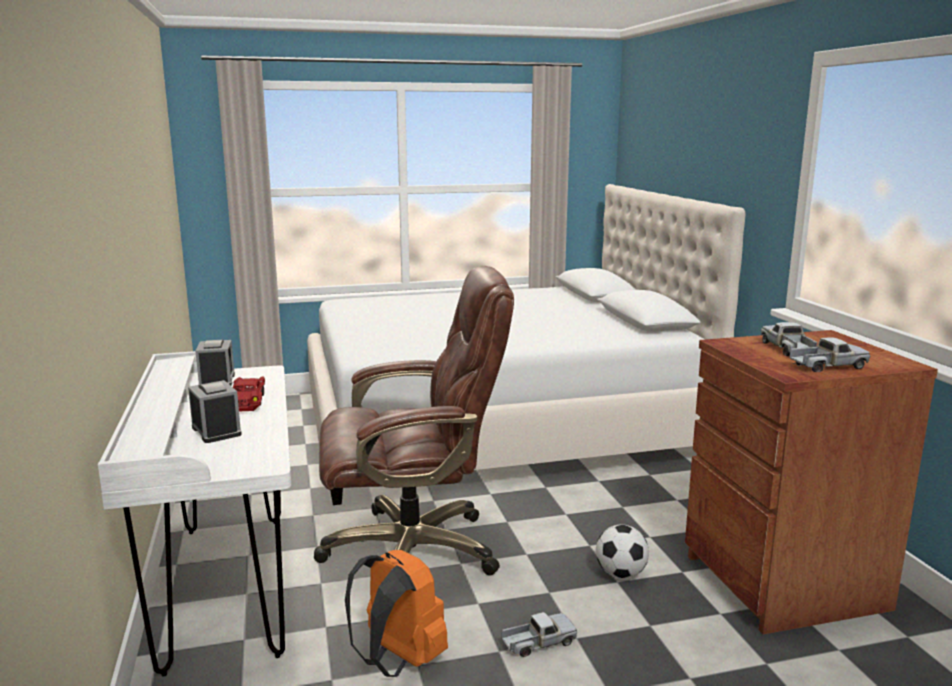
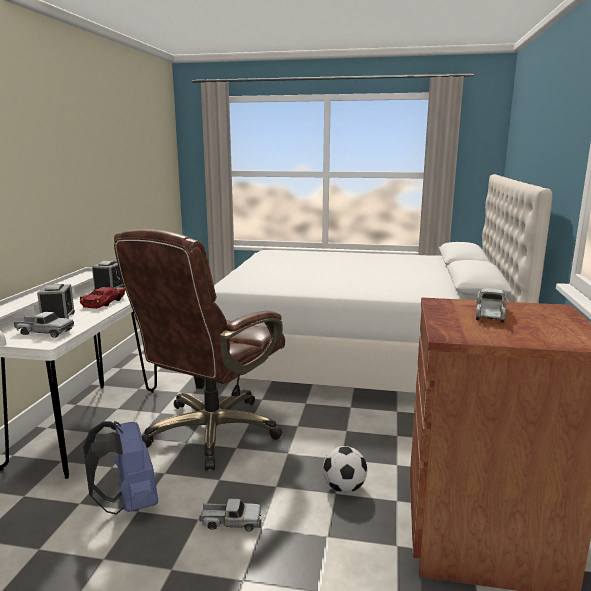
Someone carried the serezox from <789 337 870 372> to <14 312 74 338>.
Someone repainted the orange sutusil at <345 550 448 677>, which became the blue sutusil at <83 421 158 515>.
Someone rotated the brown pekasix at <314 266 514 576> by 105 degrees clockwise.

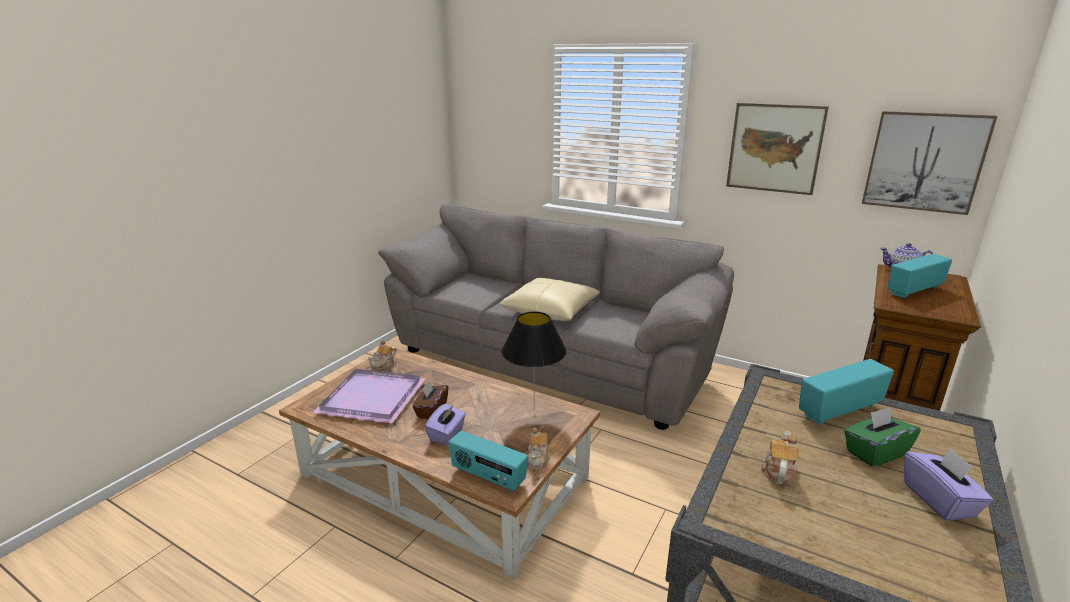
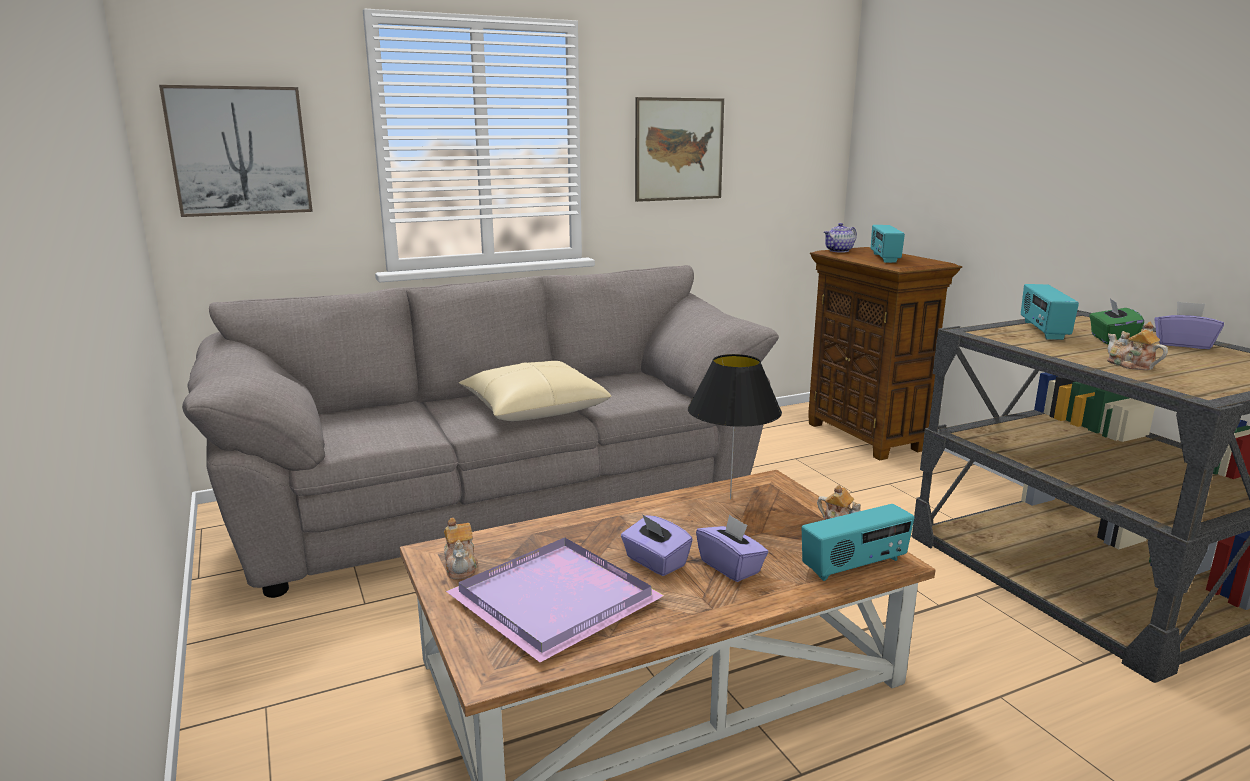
Someone carried the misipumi from <862 111 997 215> to <159 85 313 217>.
Someone repainted the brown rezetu at <412 381 448 419>, which became the purple rezetu at <621 514 693 576>.

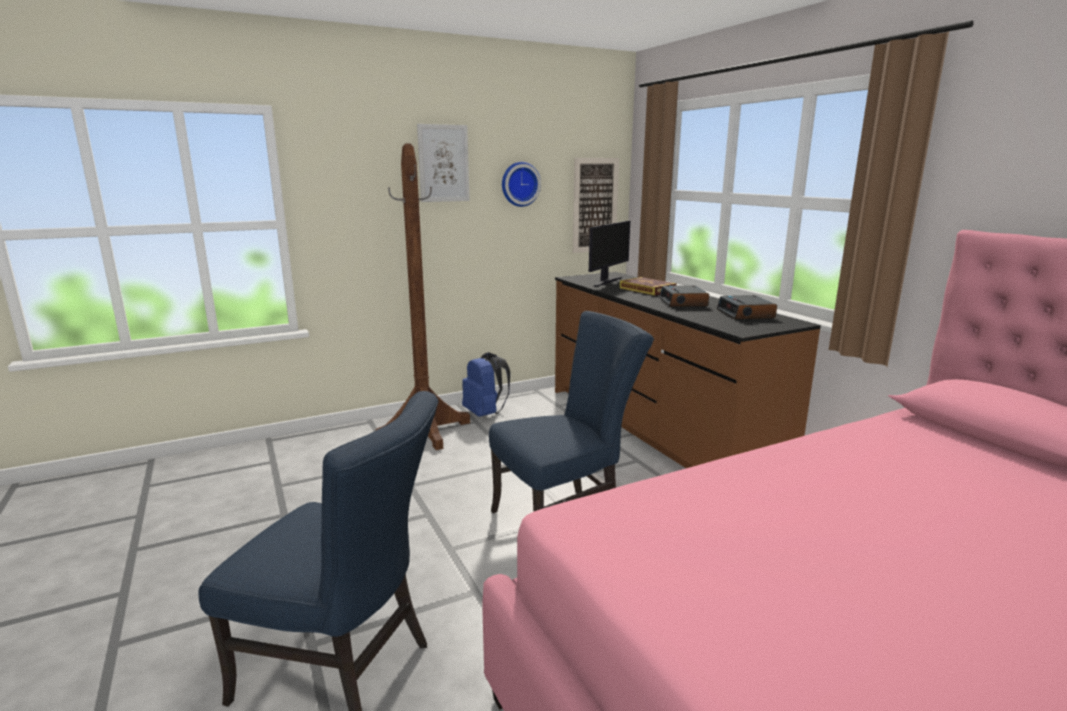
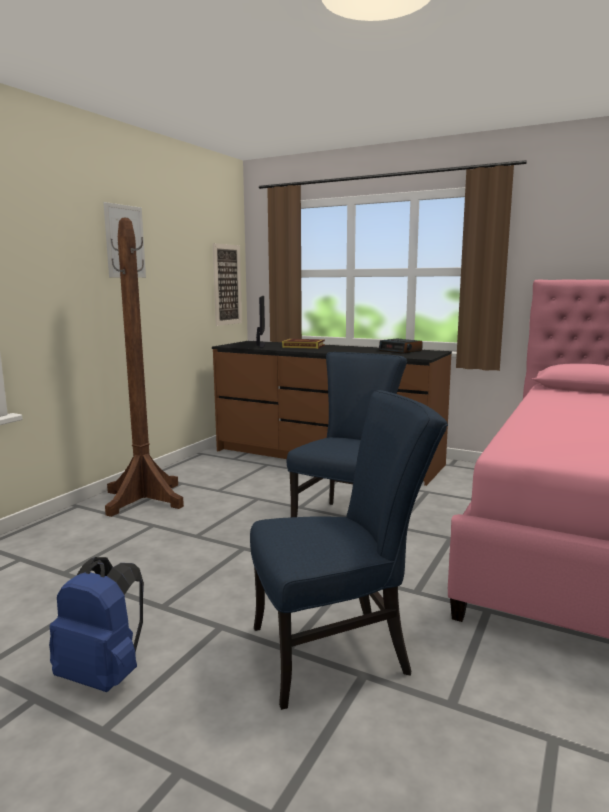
Someone carried the blue sutusil from <462 352 510 417> to <49 557 144 692>.
Someone took away the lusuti at <502 162 541 207>.
Someone took away the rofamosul at <659 285 709 307>.

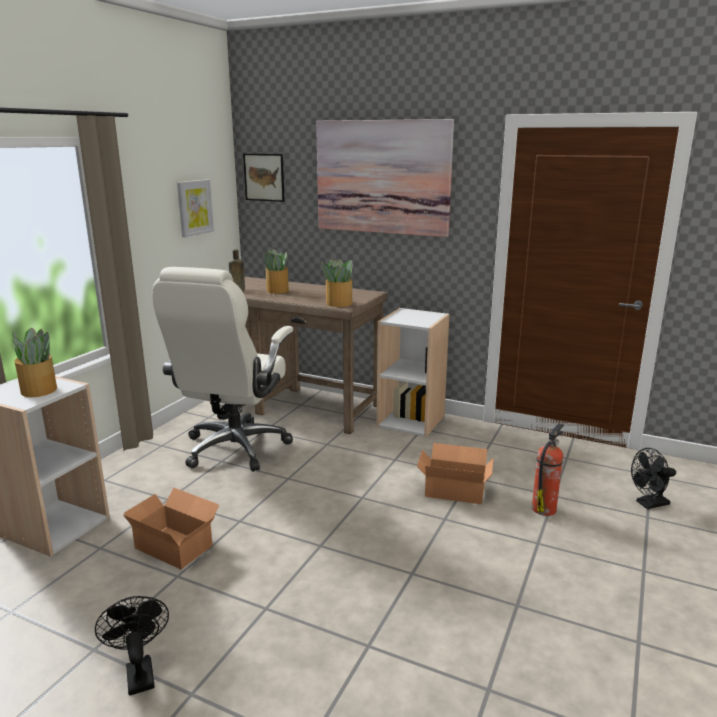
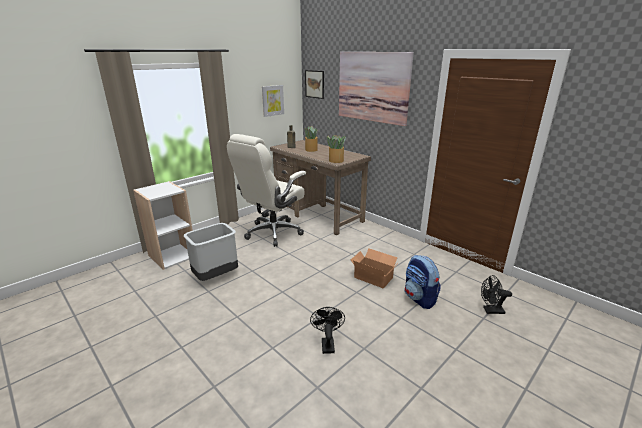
Someone swapped the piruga at <123 487 219 569> for the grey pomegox at <184 223 238 281>.
Someone carried the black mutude from <95 596 169 696> to <310 307 345 354>.
Someone swapped the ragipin at <532 423 564 516> for the sutusil at <405 255 441 309>.
Someone took away the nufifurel at <9 328 57 397>.
Someone took away the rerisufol at <377 308 450 437>.

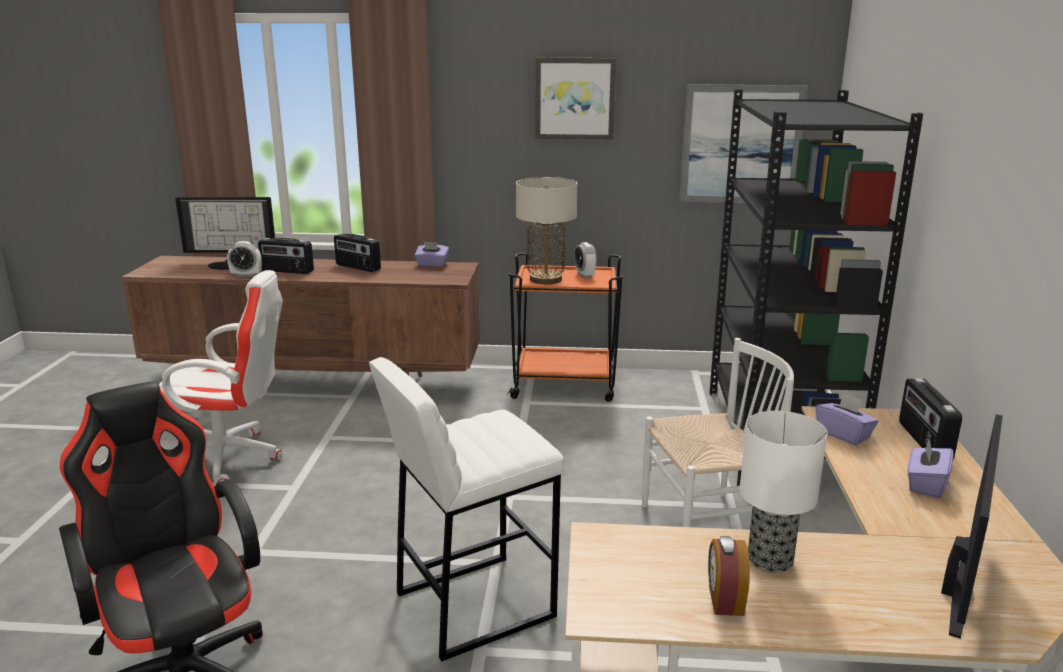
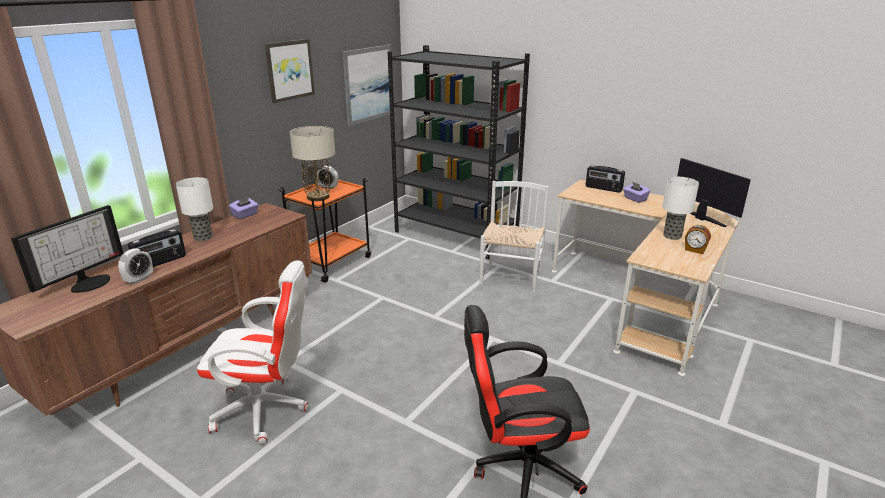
Someone swapped the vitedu at <334 233 381 272> for the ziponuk at <176 177 213 241>.
Someone rotated the white pekasix at <159 270 283 483> by 60 degrees clockwise.
Someone took away the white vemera at <369 357 564 661>.
Someone took away the purple rezetu at <816 393 878 445>.

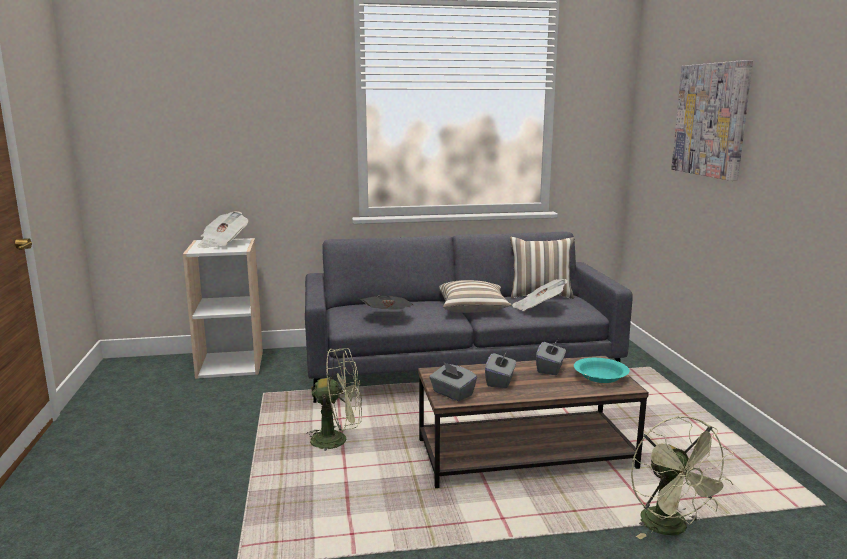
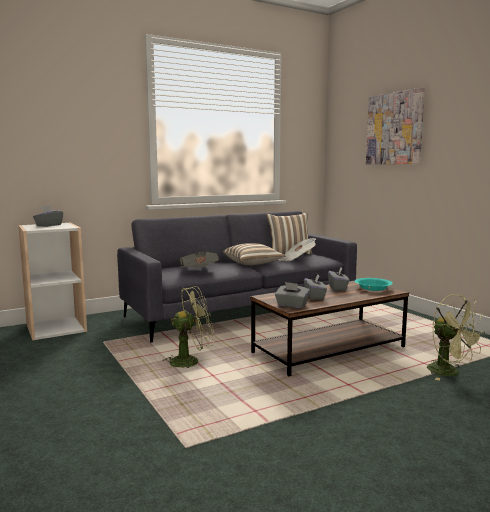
Someone swapped the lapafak at <197 211 248 248> for the grey rezetu at <33 205 63 227>.

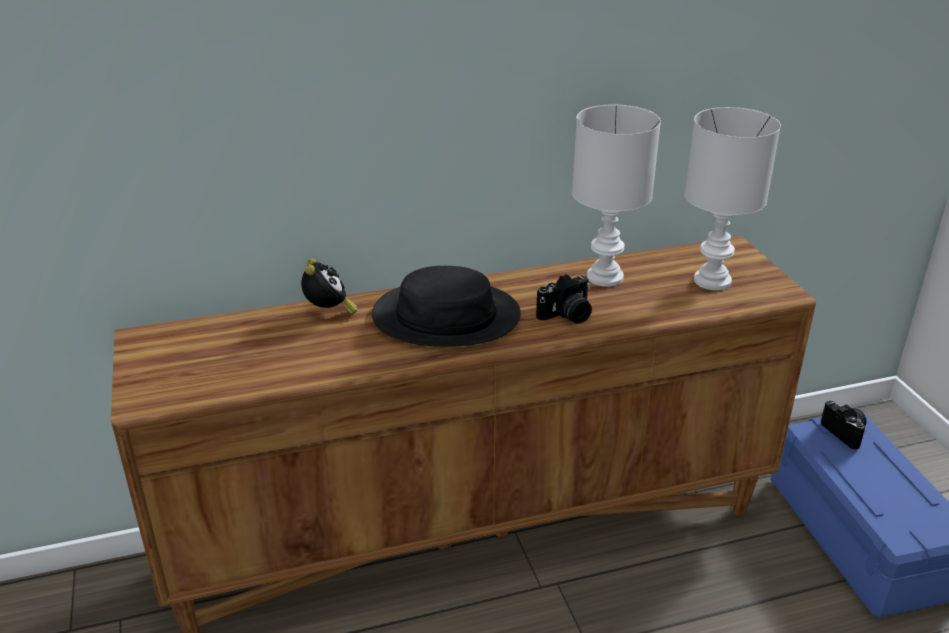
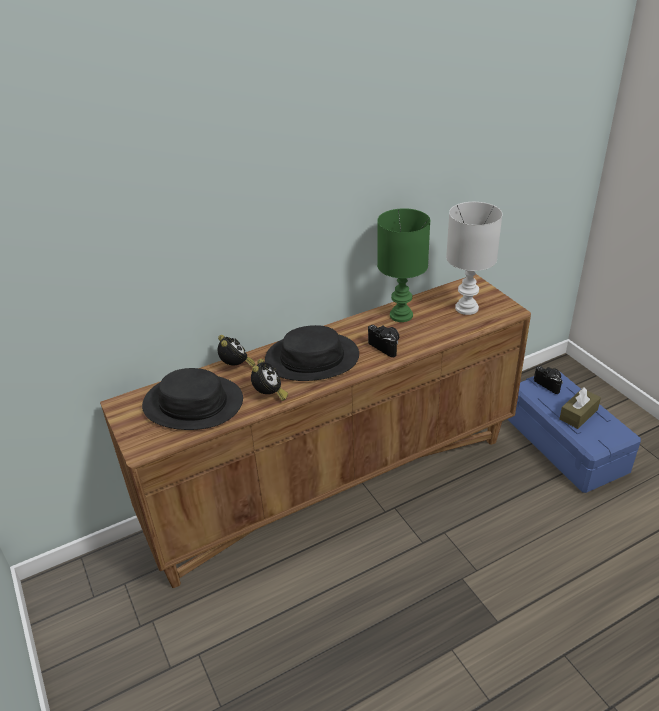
Someone put down the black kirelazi at <142 368 243 430>.
Someone put down the rofamosul at <251 359 288 401>.
Someone rotated the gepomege at <536 274 592 324> by 90 degrees counterclockwise.
Someone repainted the white ziponuk at <572 104 661 287>, which became the green ziponuk at <377 208 430 322>.
Someone put down the brown rezetu at <559 387 601 429>.

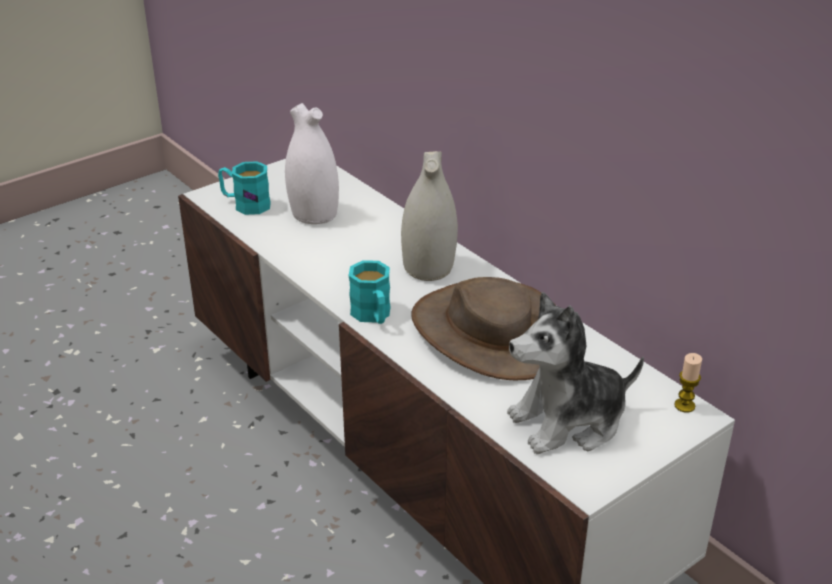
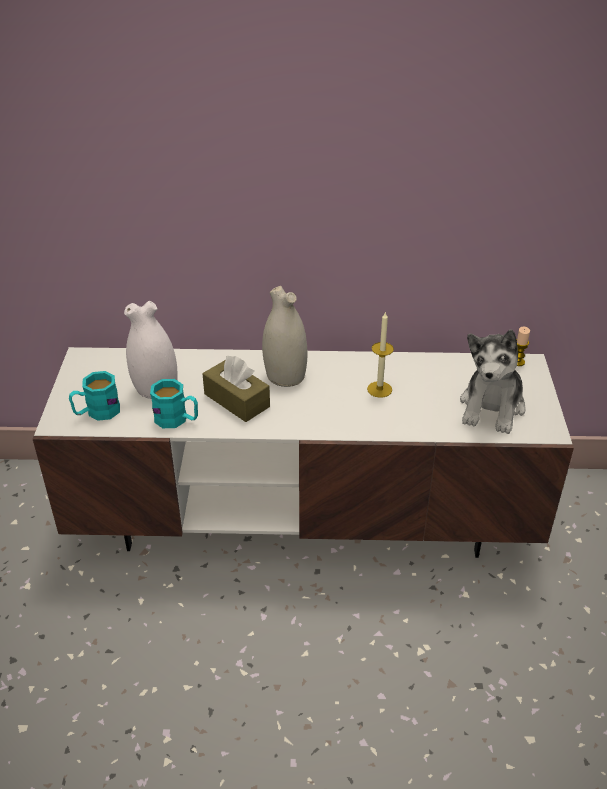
Someone carried the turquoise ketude from <349 260 391 324> to <150 379 198 428>.
Someone put down the brown rezetu at <202 356 270 422>.
Someone swapped the brown kirelazi at <411 277 554 380> for the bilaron at <367 311 394 398>.

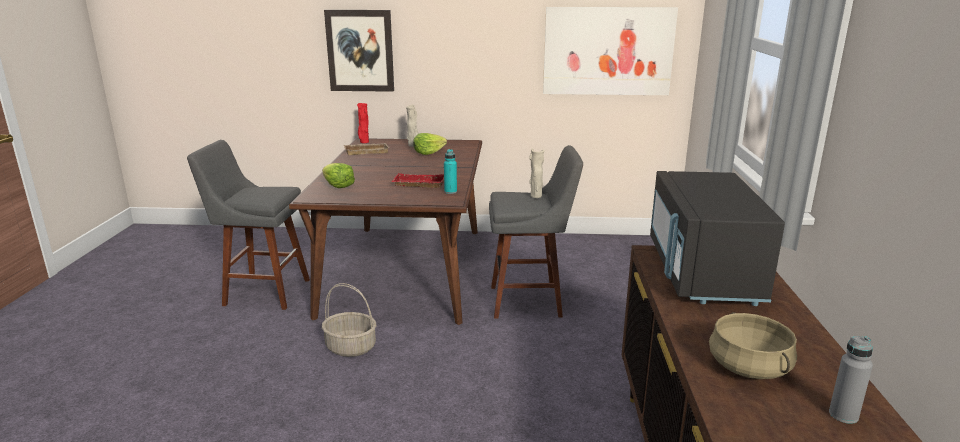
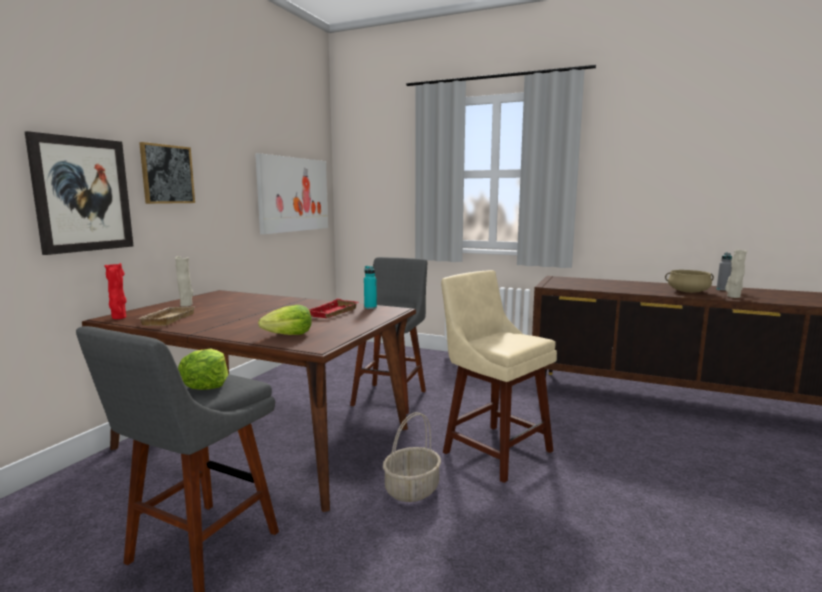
Someone put up the misipumi at <139 142 195 204>.
Someone carried the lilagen from <413 133 447 155> to <178 349 228 390>.
Someone put down the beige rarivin at <441 270 557 483>.
Someone carried the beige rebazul from <529 148 545 198> to <725 250 747 298>.
Someone took away the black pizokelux at <650 171 785 306>.

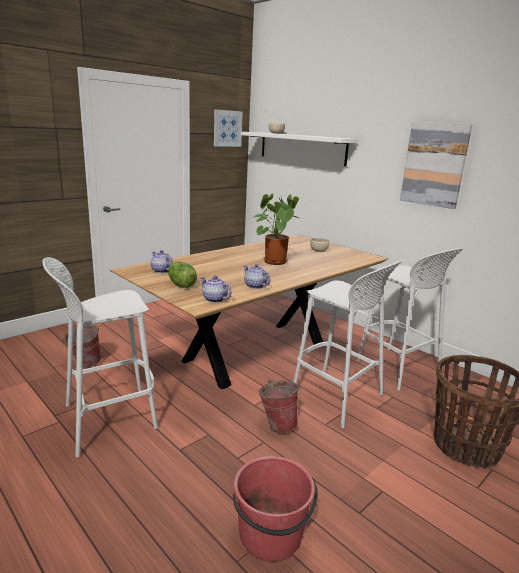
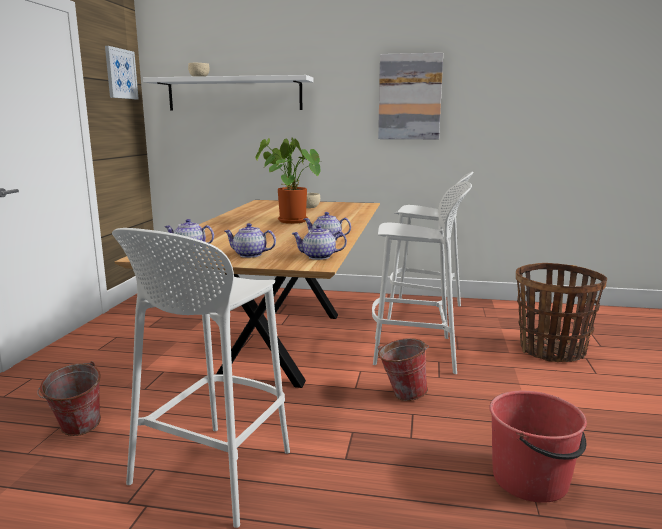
Someone swapped the lilagen at <168 262 197 288> for the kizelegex at <224 223 276 258>.

